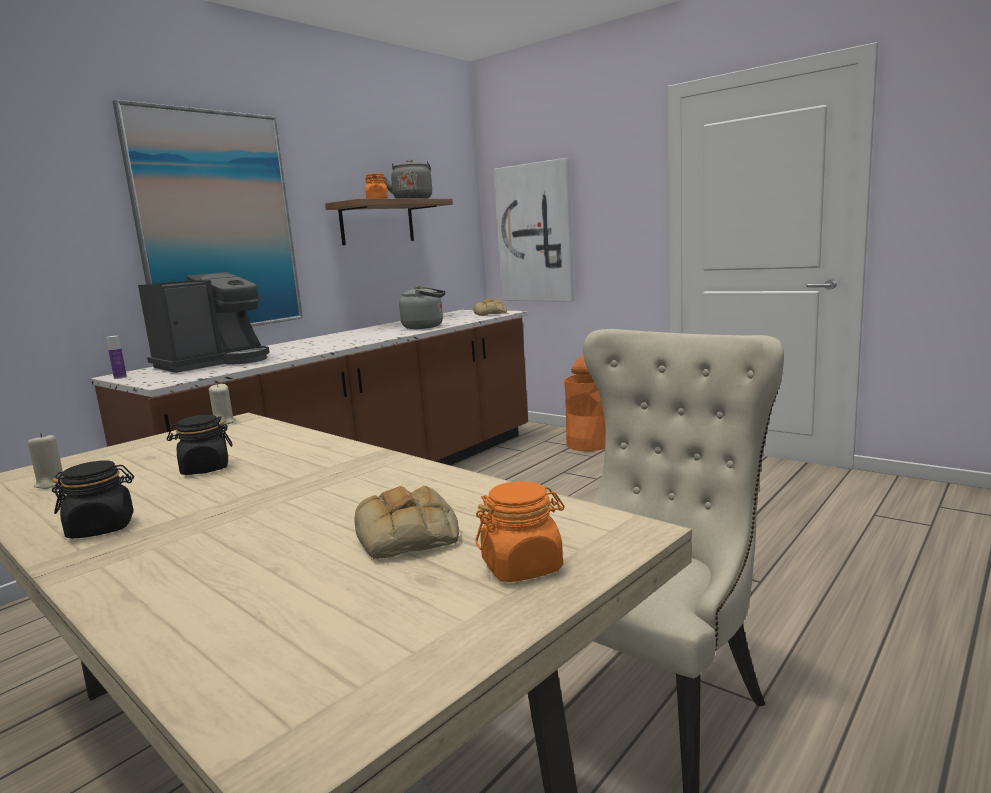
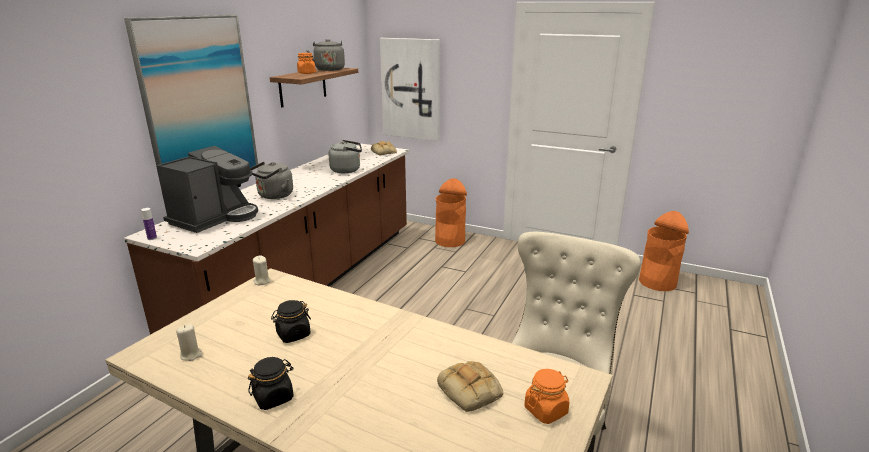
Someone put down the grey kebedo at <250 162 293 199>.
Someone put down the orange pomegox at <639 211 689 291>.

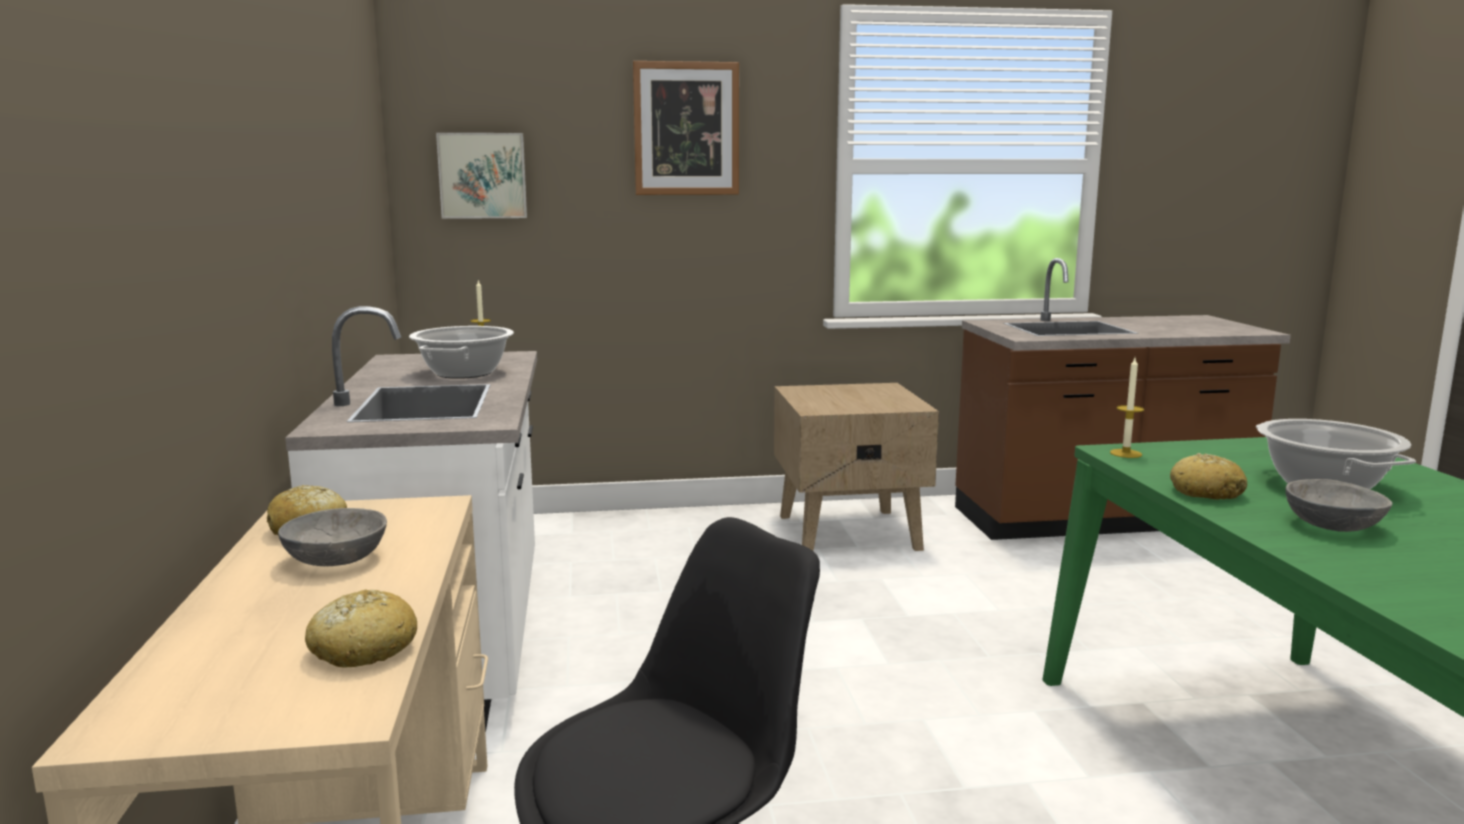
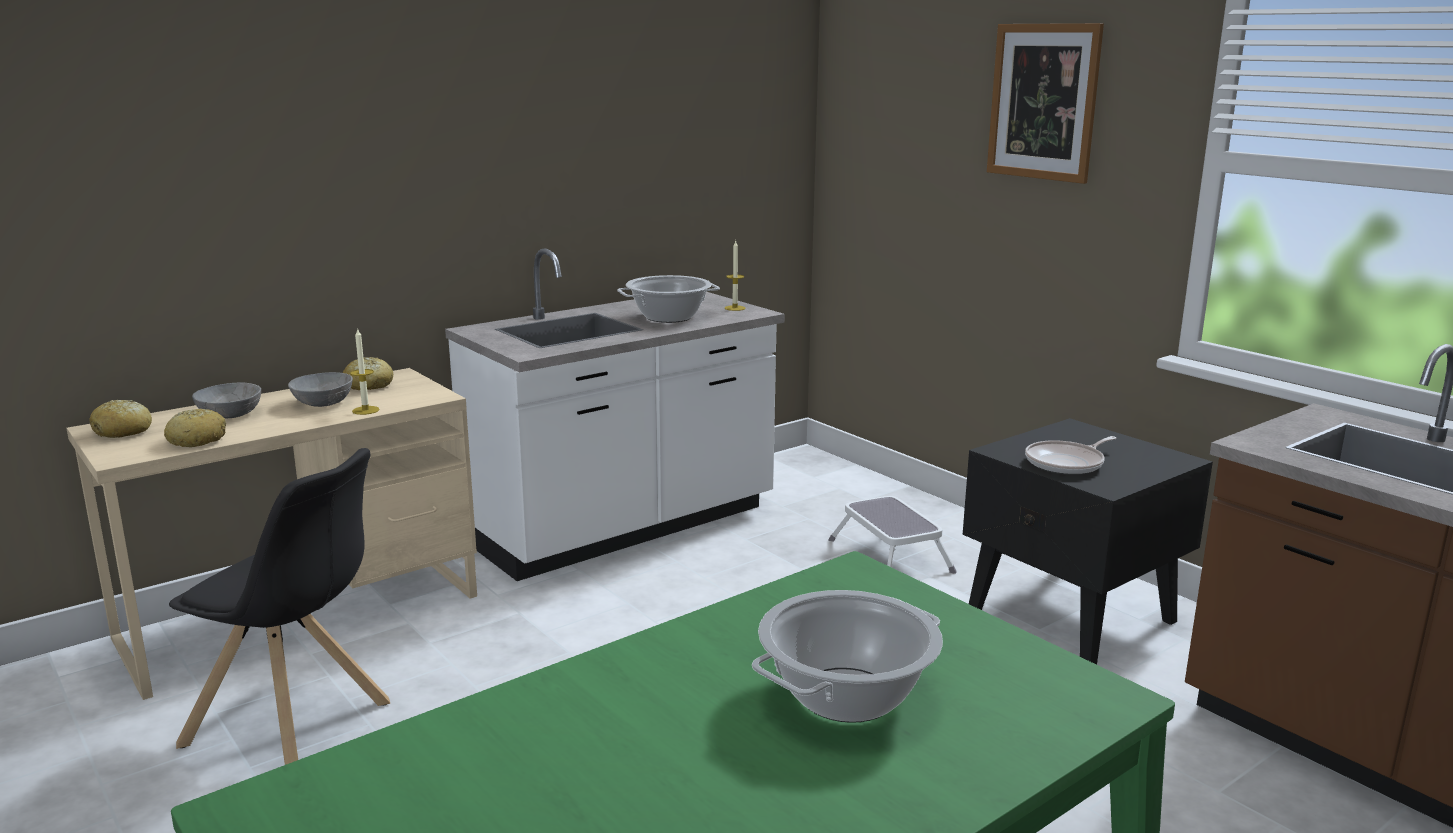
Someone carried the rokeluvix from <1170 453 1247 500> to <90 400 152 438>.
Someone carried the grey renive from <1286 479 1392 532> to <192 383 261 418>.
Someone carried the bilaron from <1110 358 1144 458> to <350 328 379 415>.
Someone put down the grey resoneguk at <828 496 957 574>.
Someone repainted the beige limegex at <774 383 939 551>, which became the black limegex at <963 418 1213 665>.
Someone put down the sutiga at <1025 436 1116 475>.
Someone took away the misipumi at <436 133 527 219>.

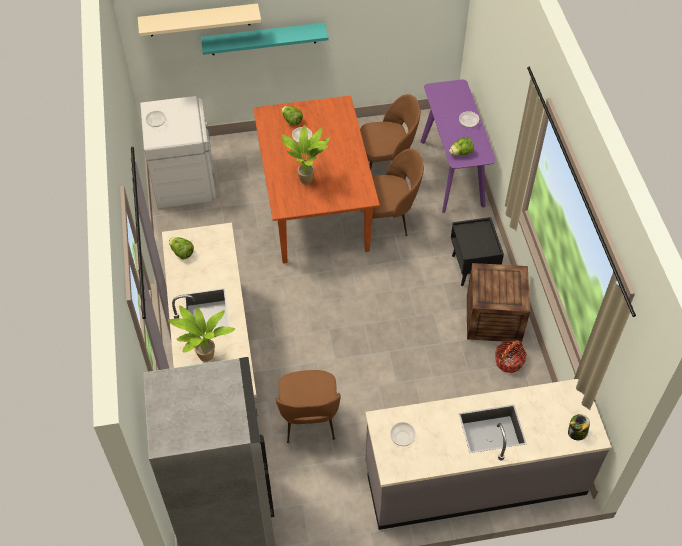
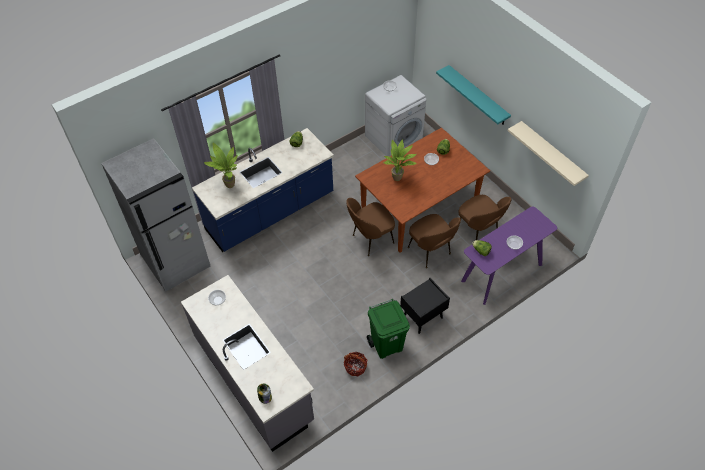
Someone carried the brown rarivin from <276 370 341 443> to <346 198 395 256>.
Someone swapped the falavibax at <467 263 530 342> for the green pomegox at <367 299 410 359>.
Someone carried the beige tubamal from <138 3 261 36> to <508 121 589 186>.

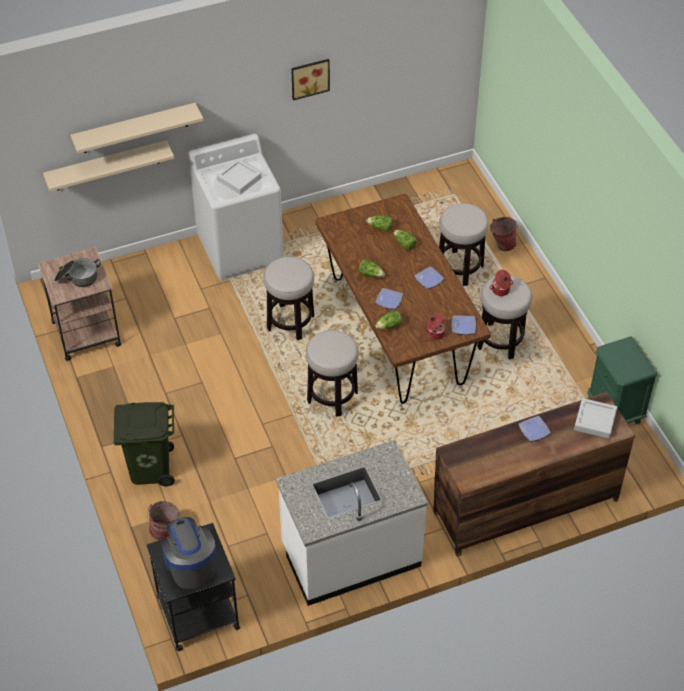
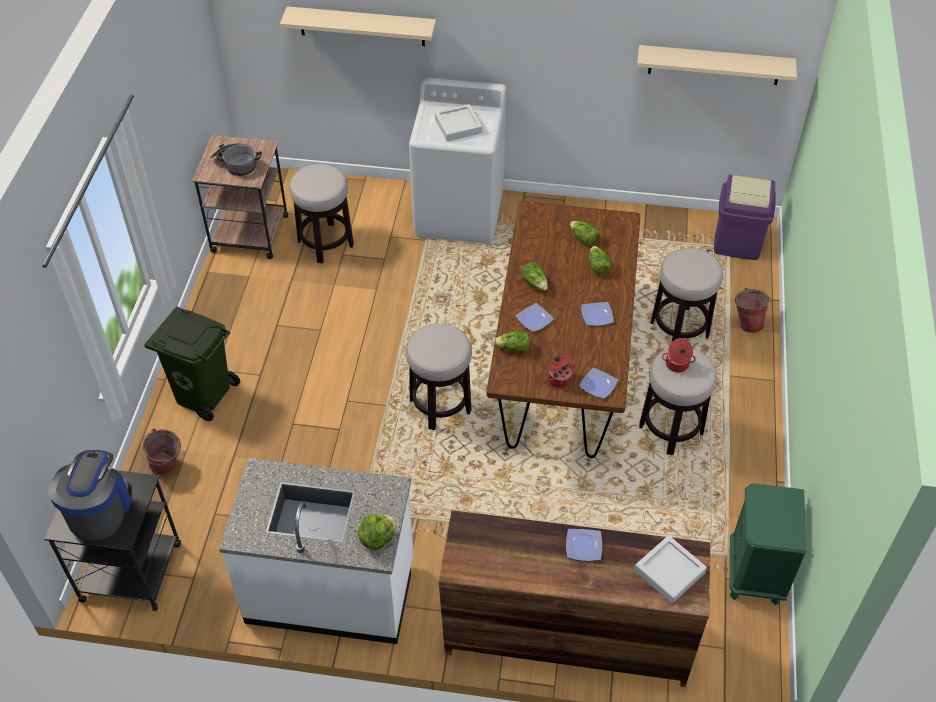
Someone carried the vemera from <263 257 314 340> to <289 164 354 263>.
Someone put down the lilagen at <358 514 397 550>.
Someone carried the beige tubamal from <43 140 174 192> to <637 45 797 85>.
Someone put down the purple pomegox at <714 175 776 260>.
Someone took away the misipumi at <291 59 330 100>.

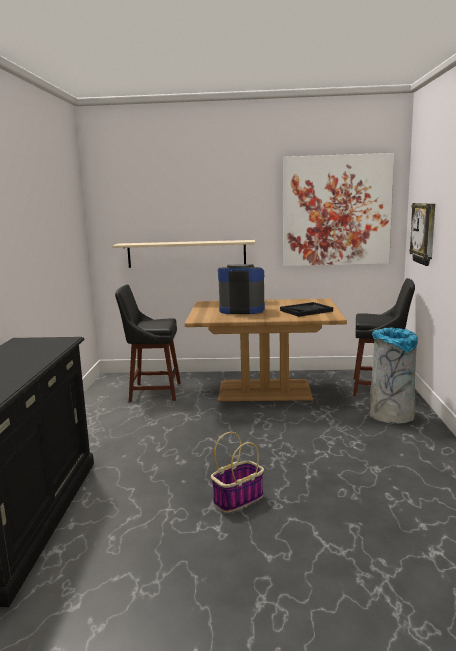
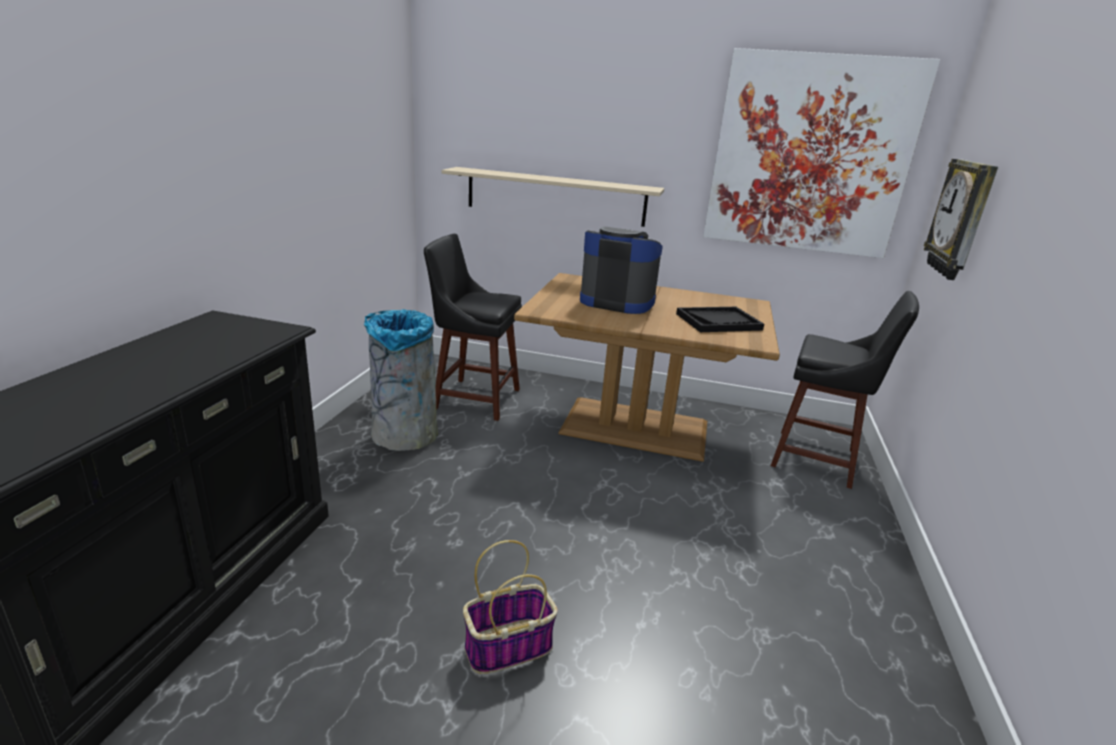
Someone carried the grey pomegox from <369 327 418 424> to <364 309 438 451>.

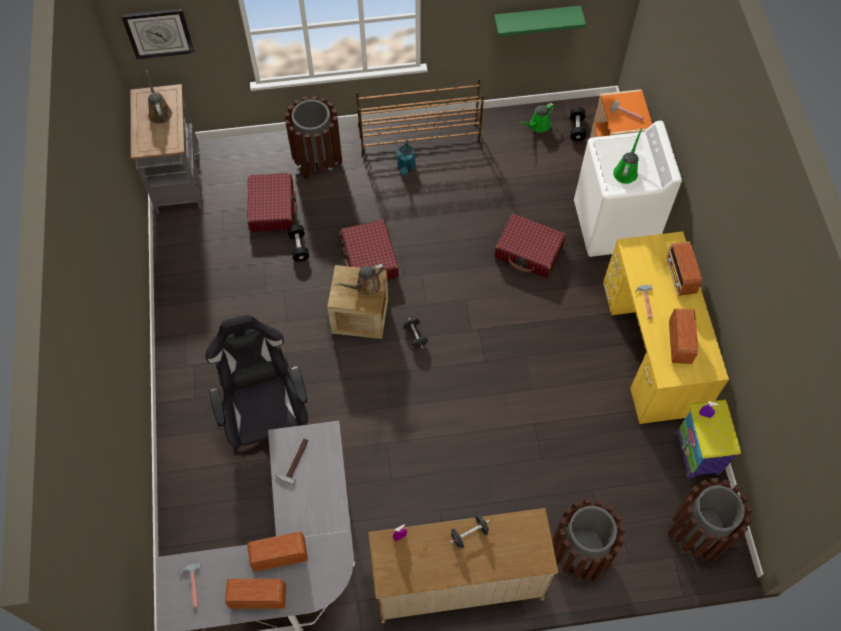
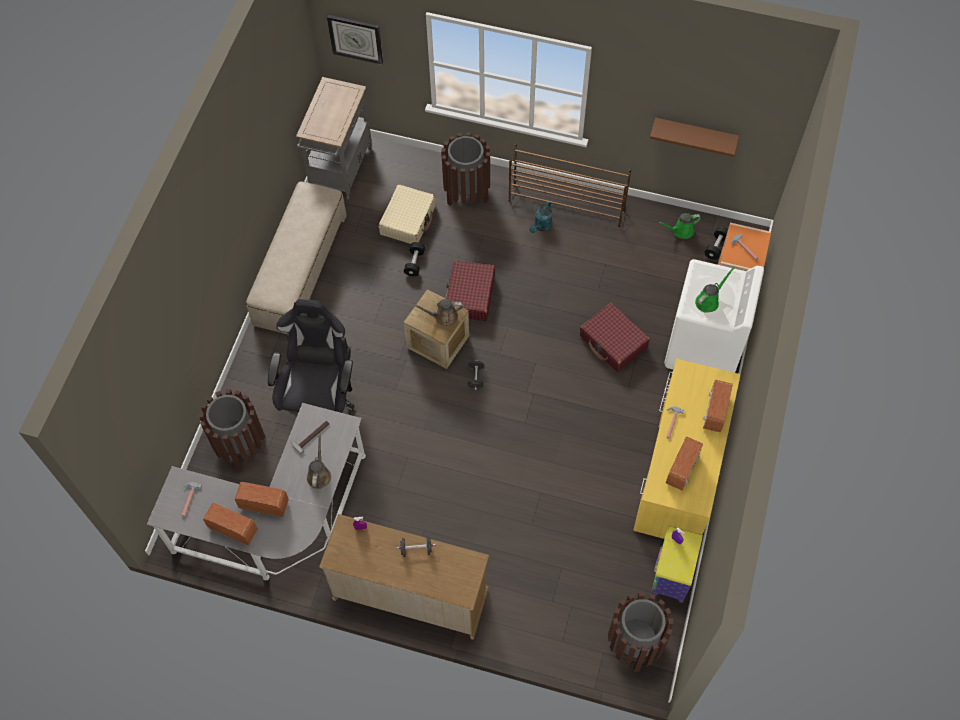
Someone carried the brown pomegox from <552 498 625 582> to <199 389 265 469>.
Someone put down the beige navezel at <246 182 347 334>.
Someone carried the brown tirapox from <146 70 172 124> to <307 433 331 489>.
Someone repainted the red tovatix at <247 173 297 232>, which became the beige tovatix at <379 184 436 244>.
Someone repainted the green tubamal at <494 6 586 36>, which became the brown tubamal at <650 118 739 157>.

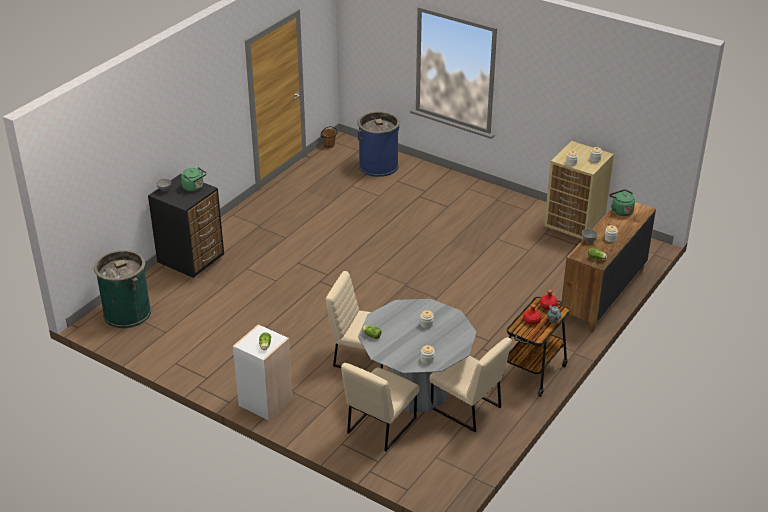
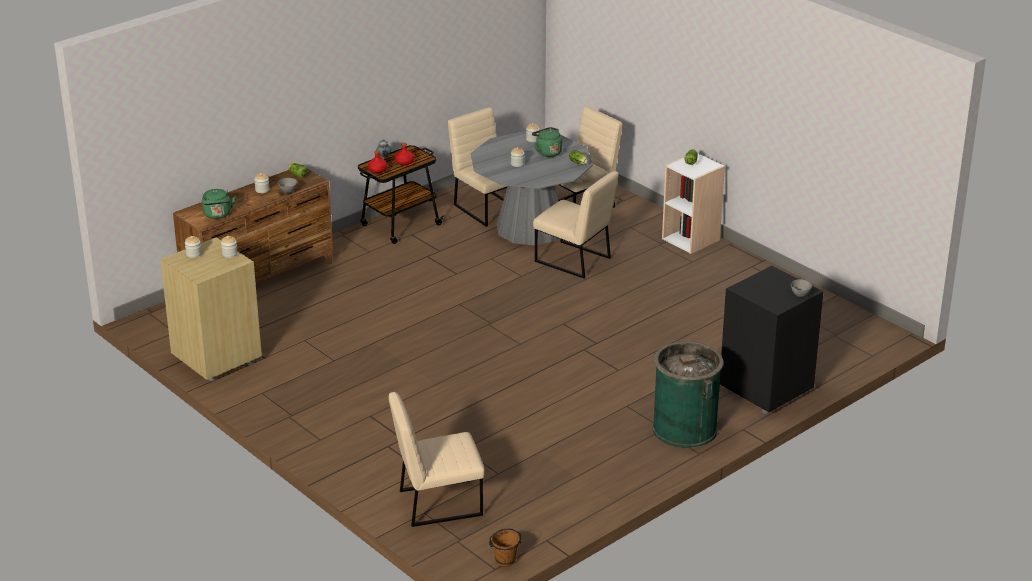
Someone swapped the blue pomegox at <357 112 400 177> for the beige rarivin at <389 392 485 527>.
Someone carried the green kebedo from <181 167 207 192> to <532 127 562 157>.
Someone carried the green pomegox from <94 250 151 328> to <652 341 724 448>.

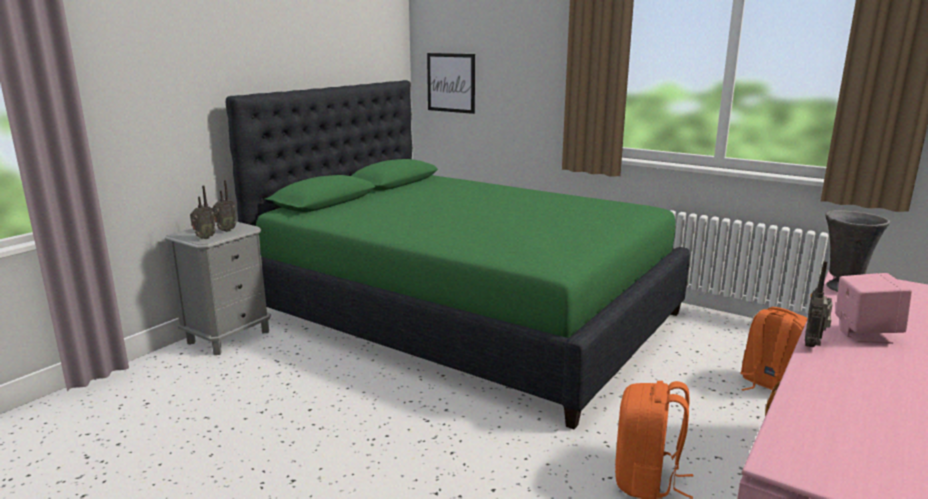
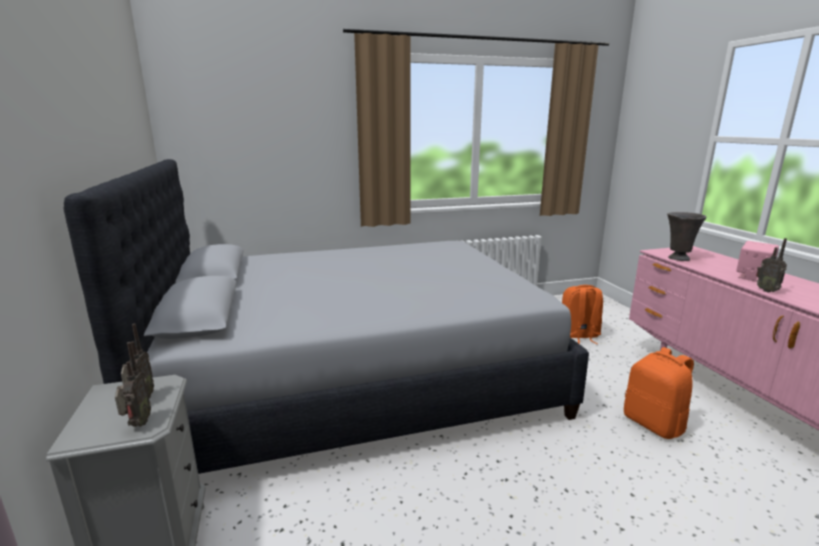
Someone repainted the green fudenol at <226 80 690 429>, which became the grey fudenol at <64 159 589 474>.
Someone took away the misipumi at <427 53 475 114>.

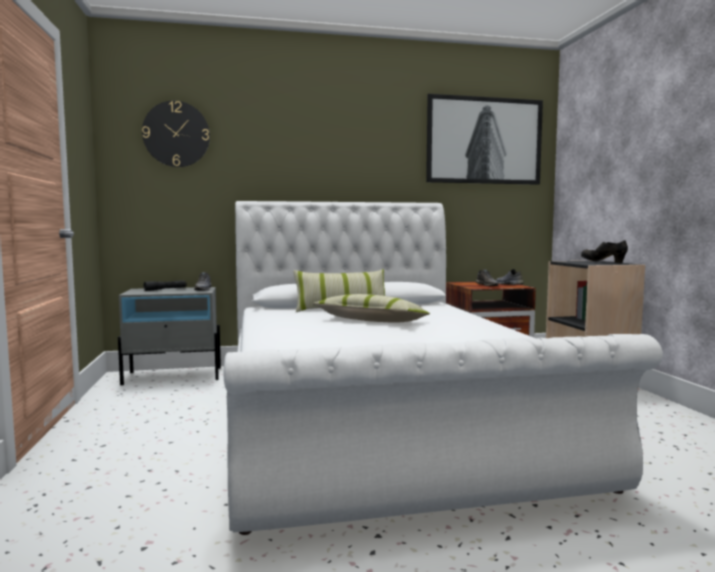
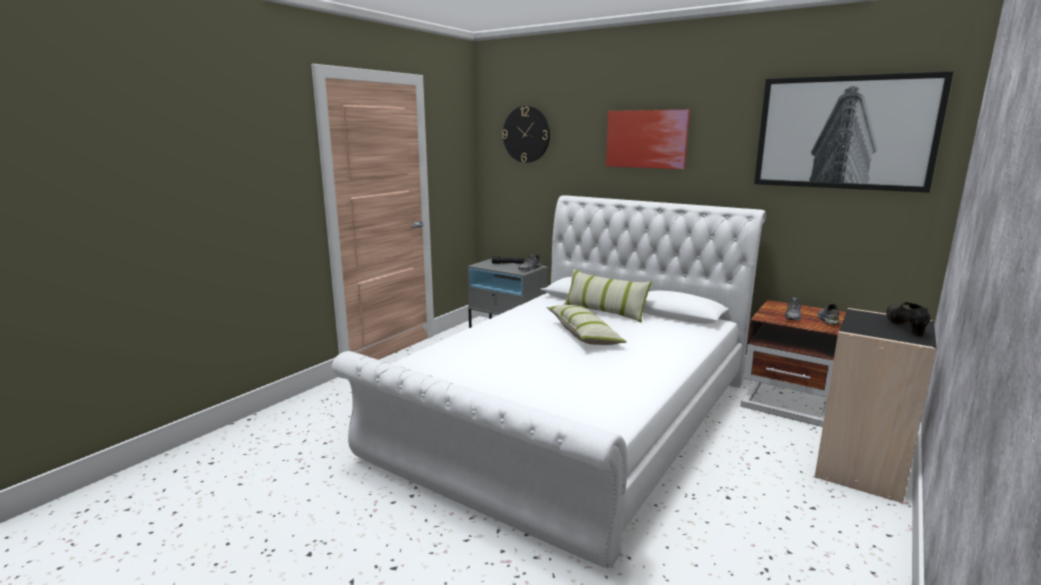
Someone put up the misipumi at <606 110 690 169>.

